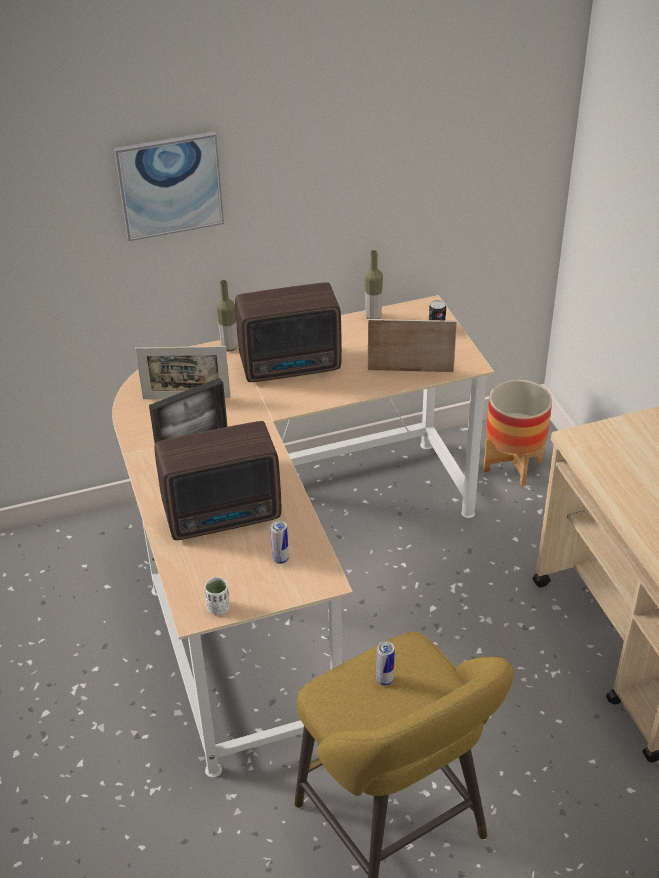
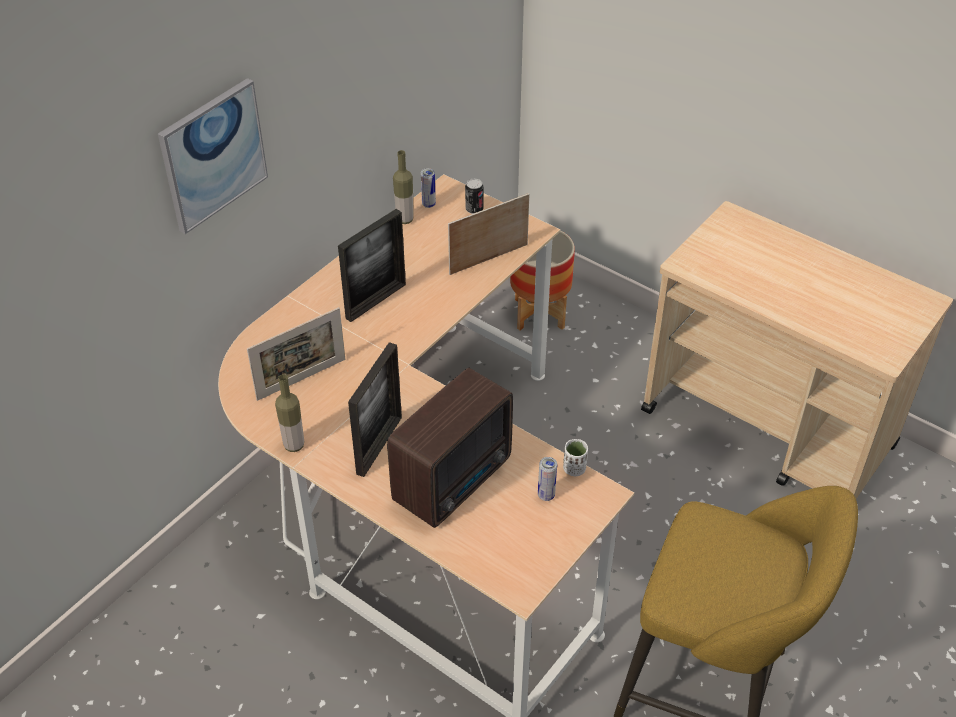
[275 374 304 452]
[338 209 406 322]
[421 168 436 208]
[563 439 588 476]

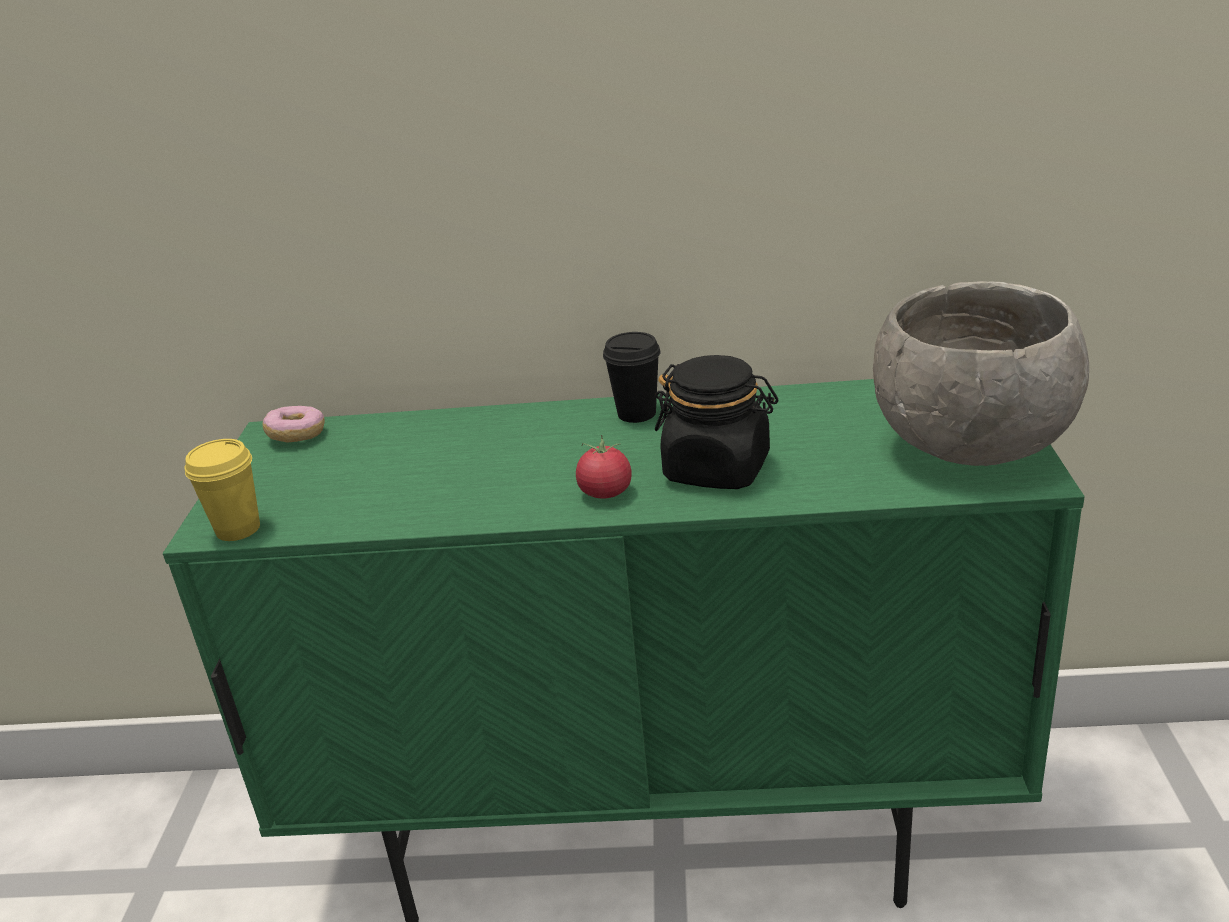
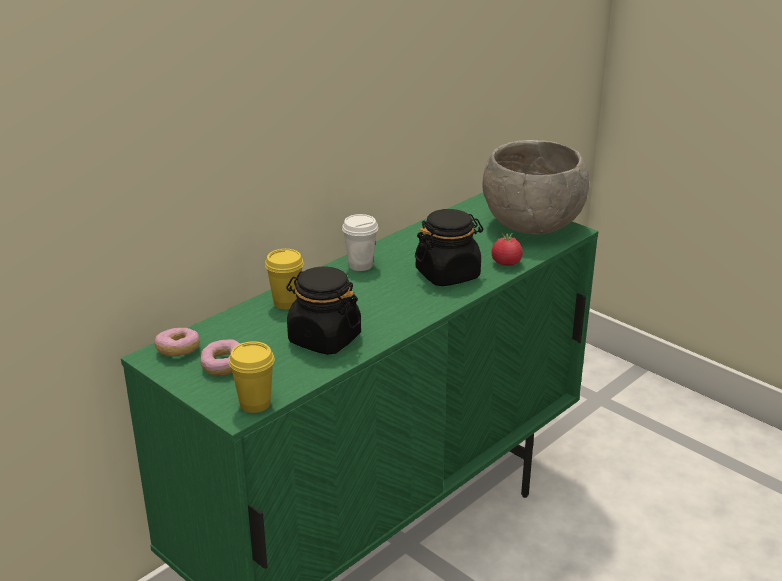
[200 339 241 376]
[265 249 304 309]
[286 266 361 355]
[342 214 378 271]
[492 232 523 266]

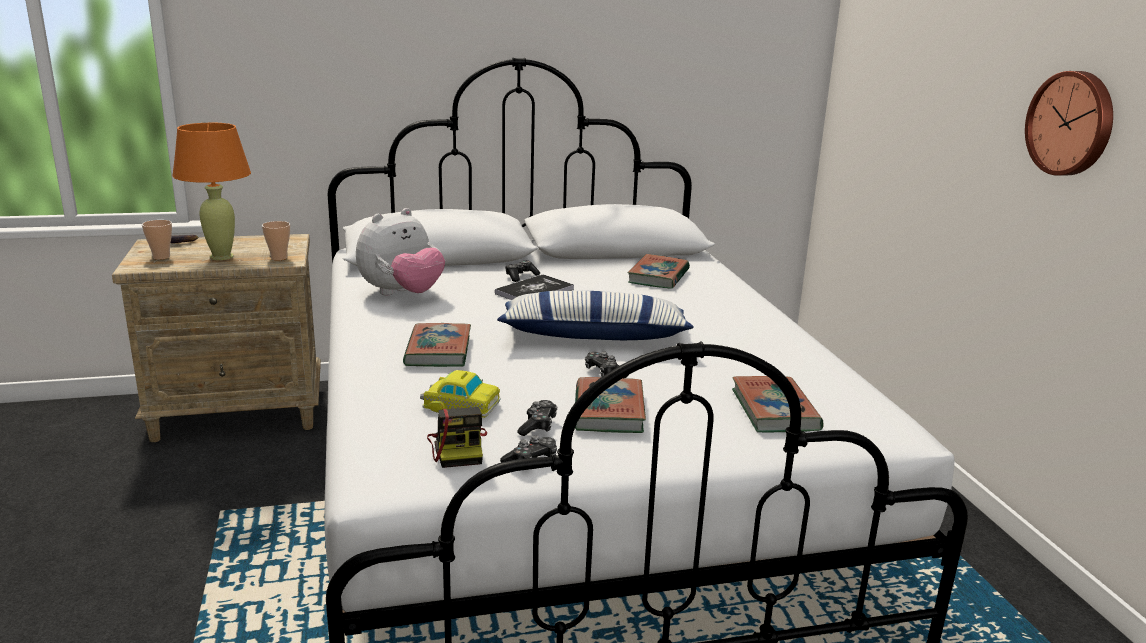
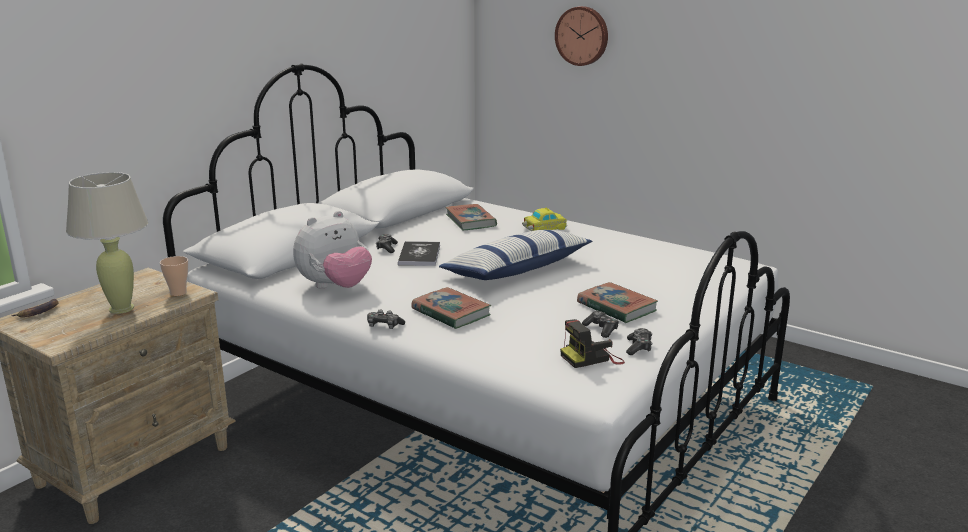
[66 172 148 314]
[293 211 372 289]
[367 310 405 329]
[522 208 567 231]
[555 6 608 66]
[560 319 625 368]
[142 220 172 260] (first image)
[732 376 824 432] (first image)

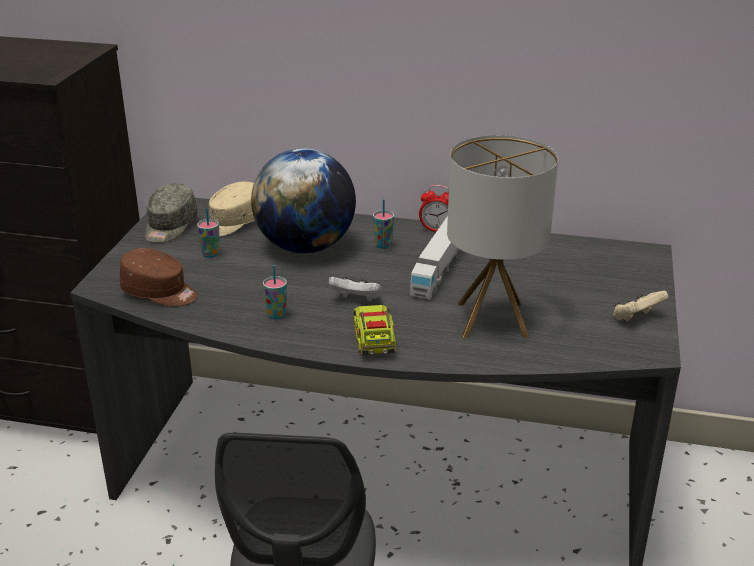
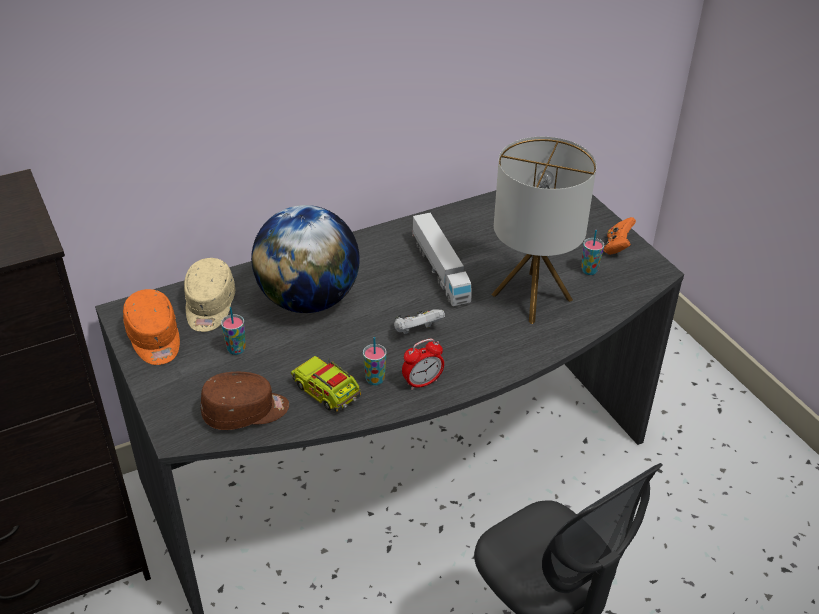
[123 289 180 365]
[291 356 361 412]
[402 339 444 390]
[581 230 604 275]
[604 217 636 255]

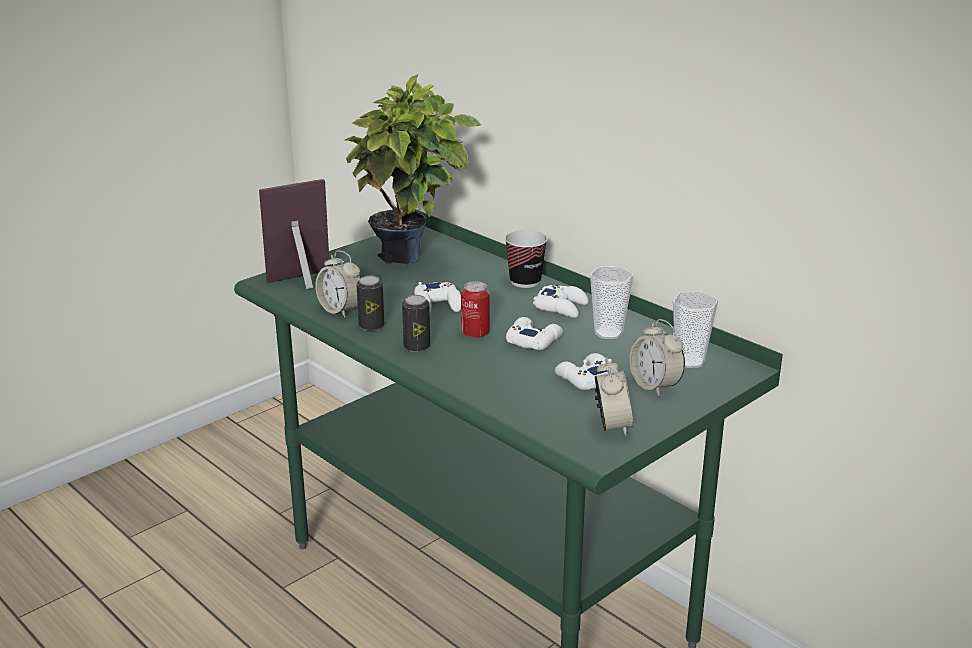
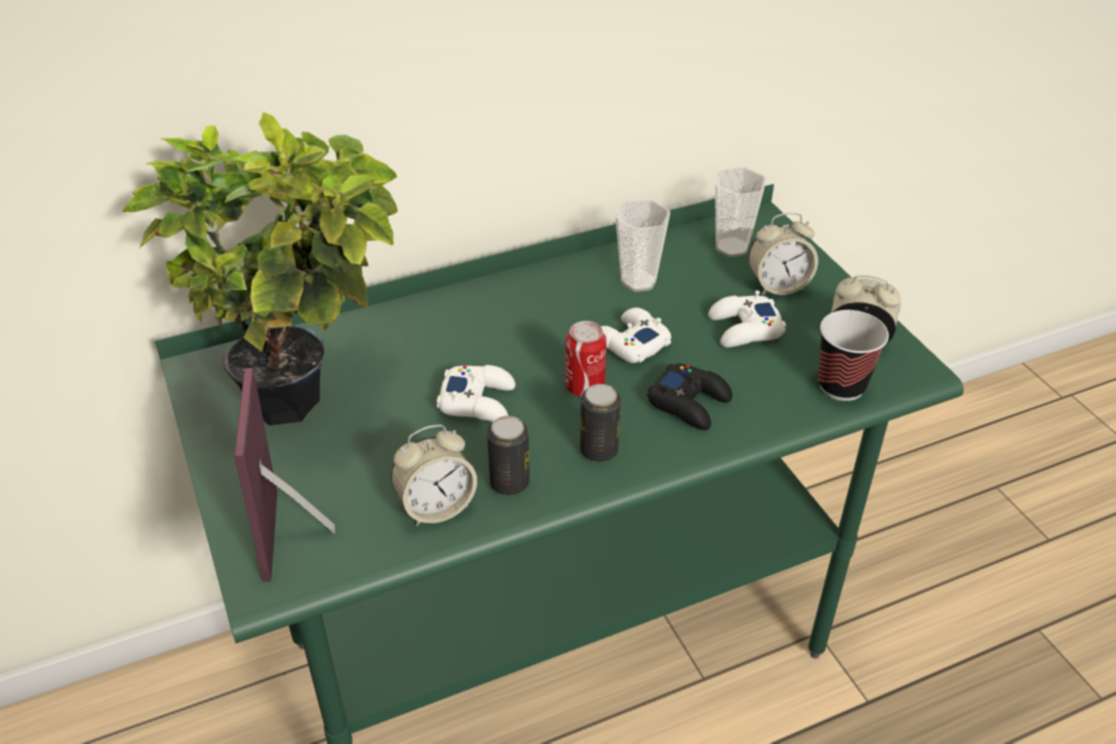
[647 363 732 430]
[818 310 889 401]
[533 285 589 318] (first image)

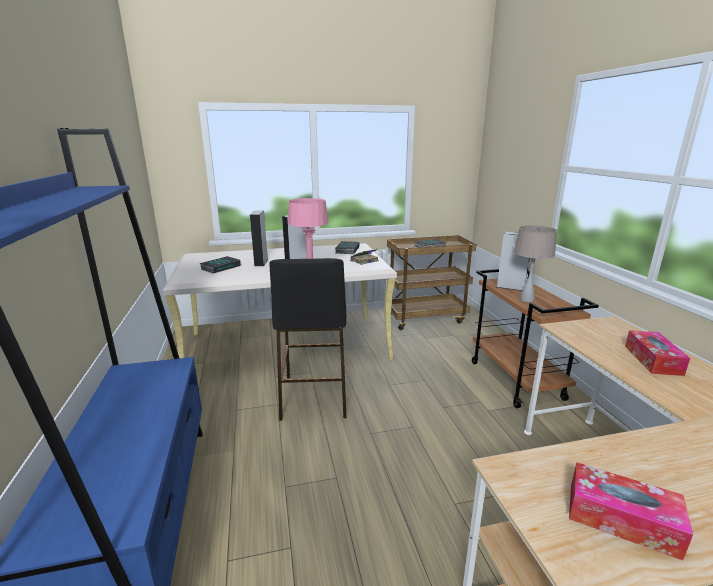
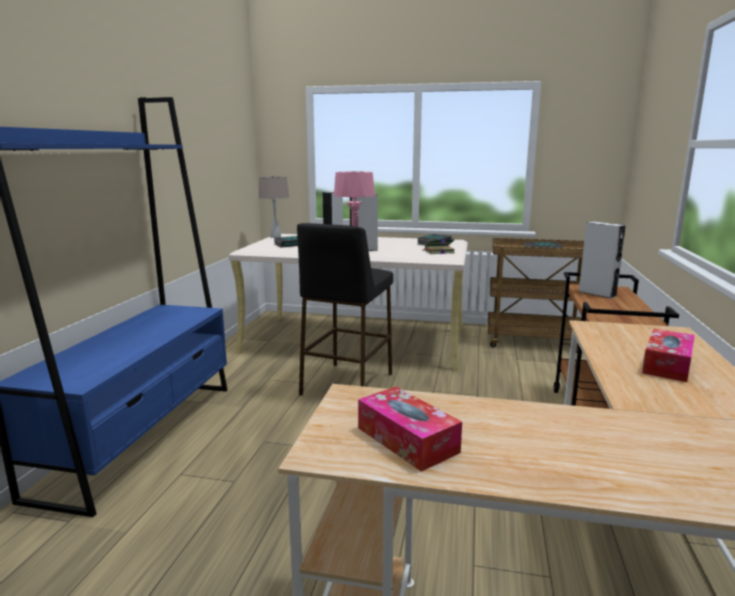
[258 175 289 238]

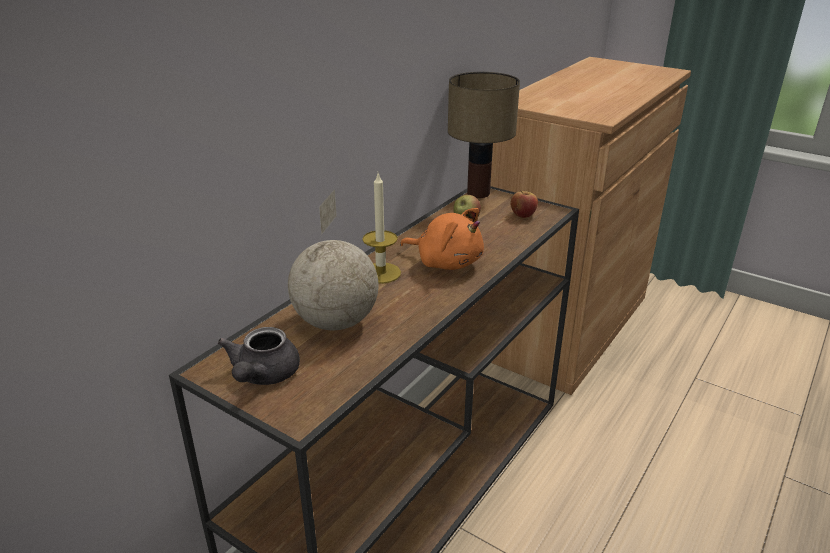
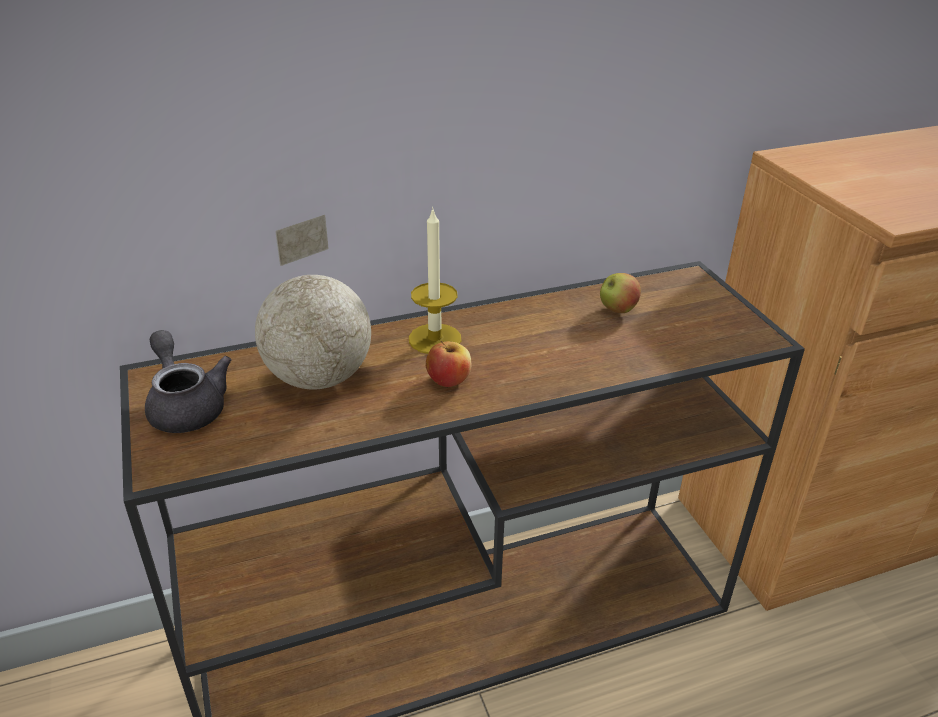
[145 330 231 433]
[426 341 472 387]
[400 208 484 270] (first image)
[448 72 520 198] (first image)

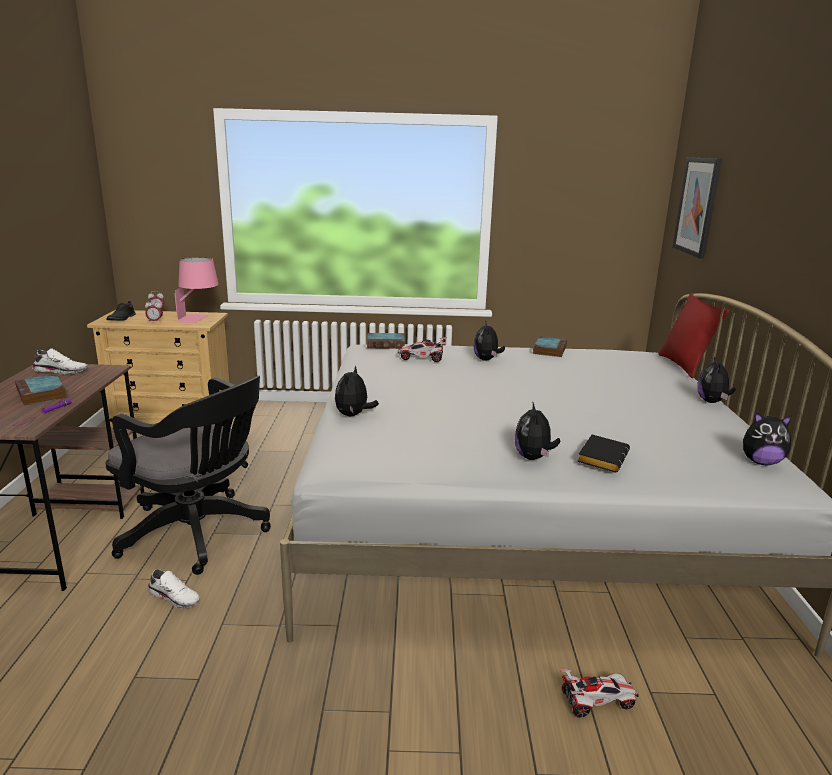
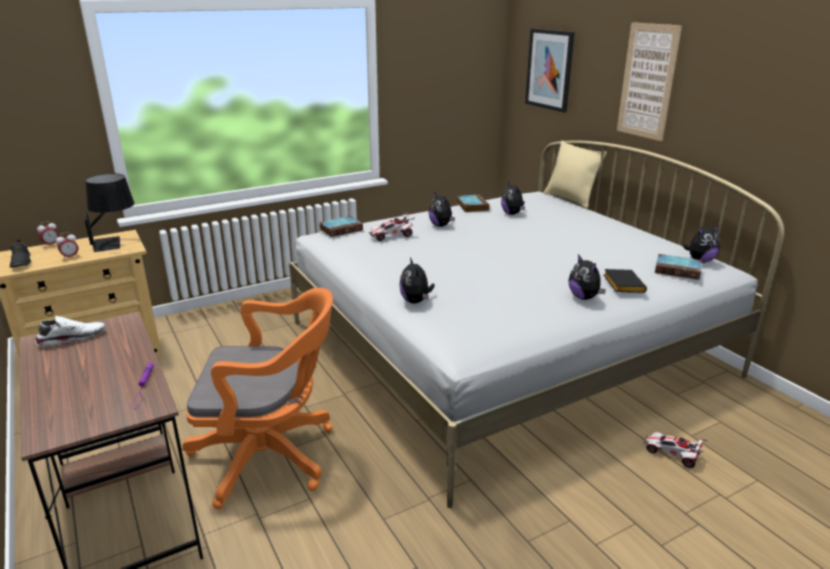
[85 173 134 252]
[182 288 333 509]
[501 181 525 215]
[544 141 607 208]
[617 22 682 141]
[643 432 708 468]
[655 254 702 280]
[148 569 200 608] (first image)

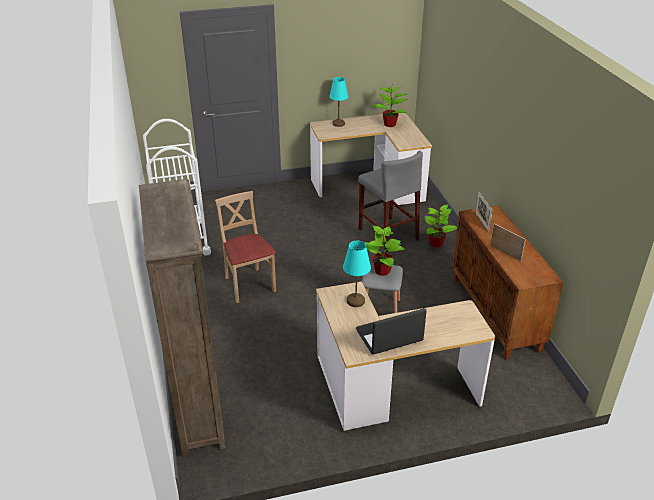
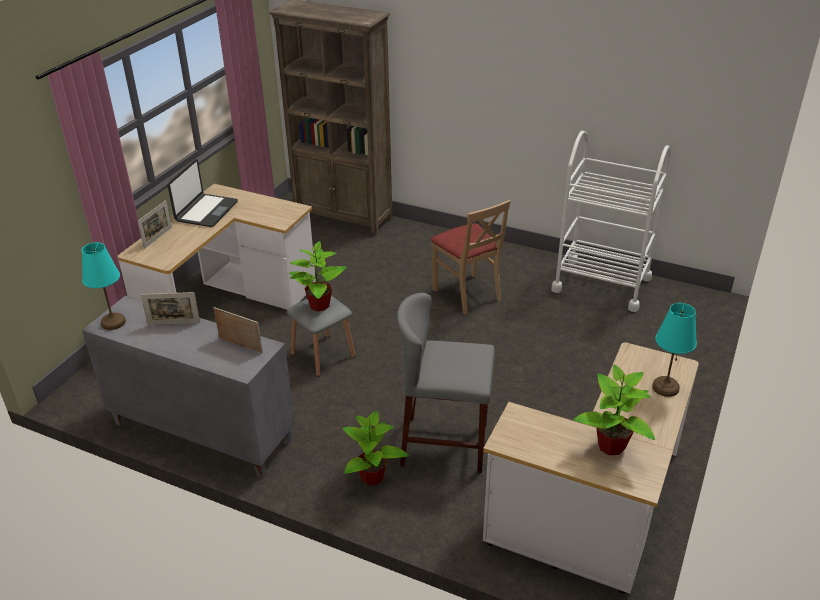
[82 242 126 330]
[82 295 295 478]
[138 200 172 249]
[431 200 511 315]

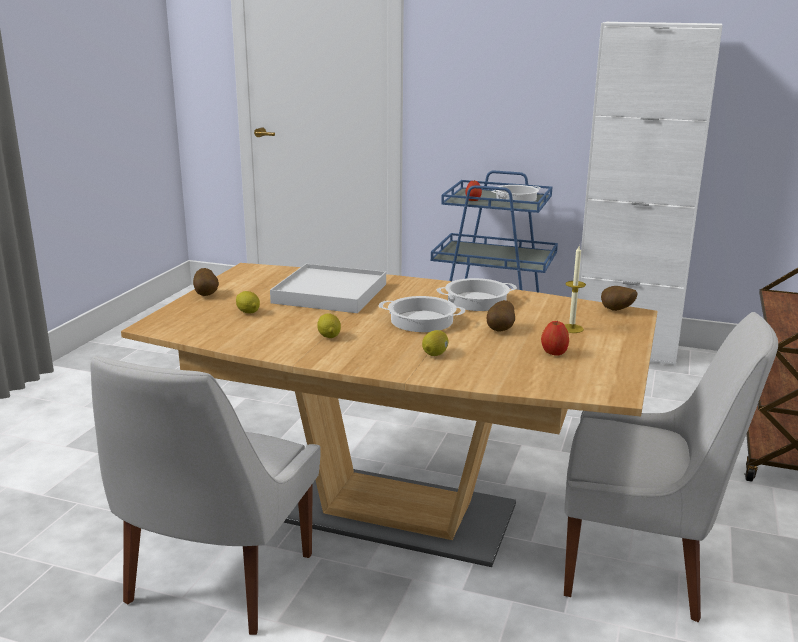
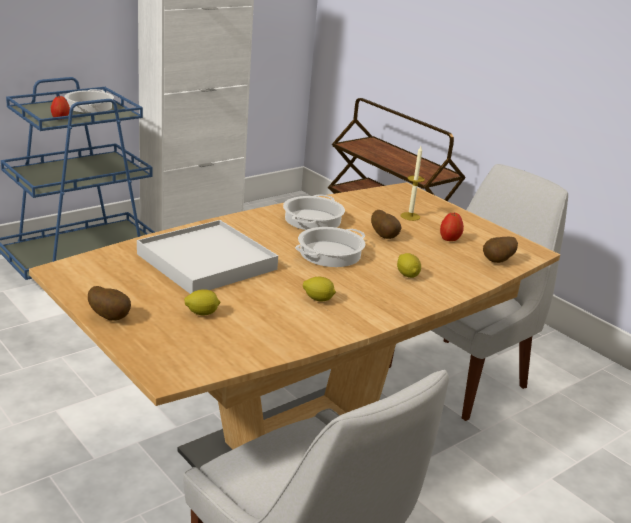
[483 237 518 263]

